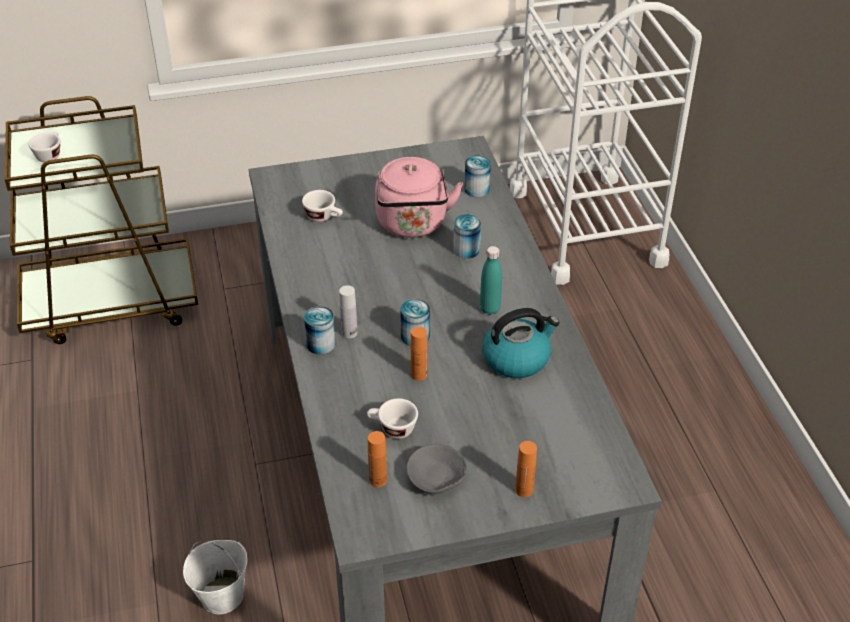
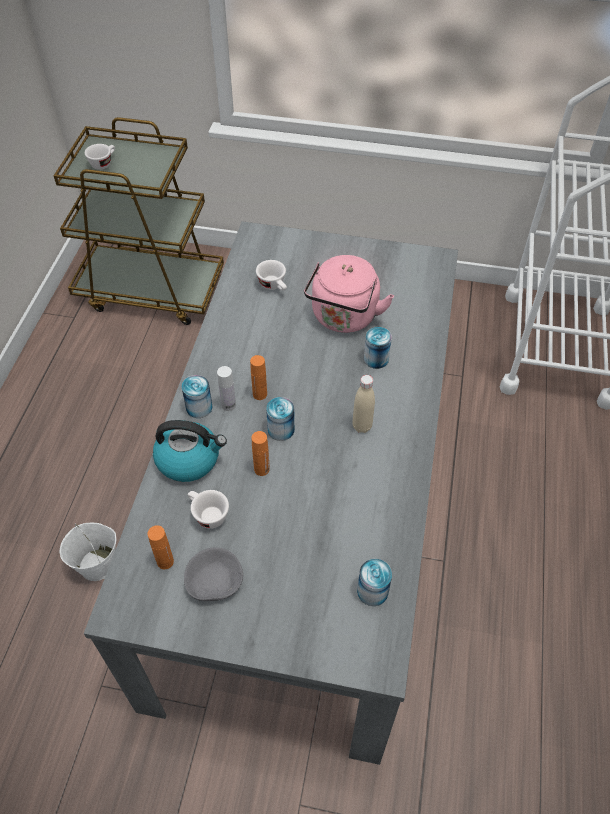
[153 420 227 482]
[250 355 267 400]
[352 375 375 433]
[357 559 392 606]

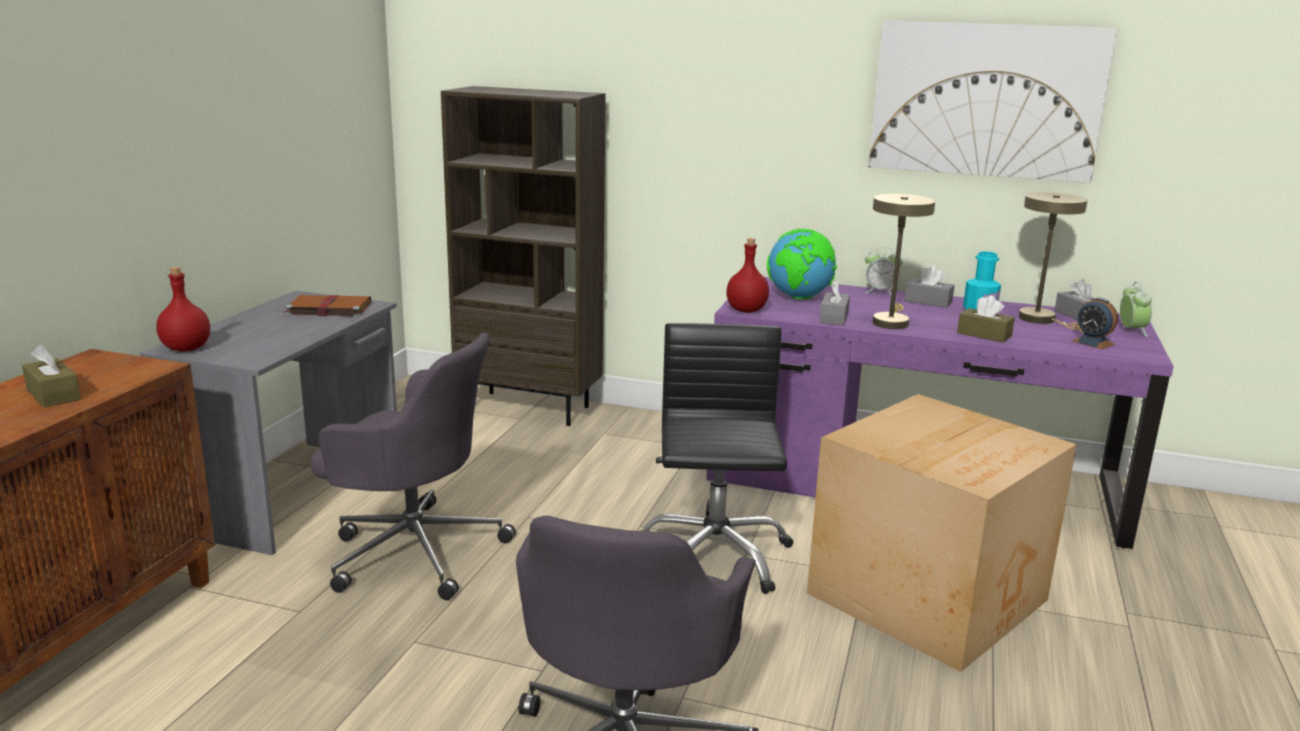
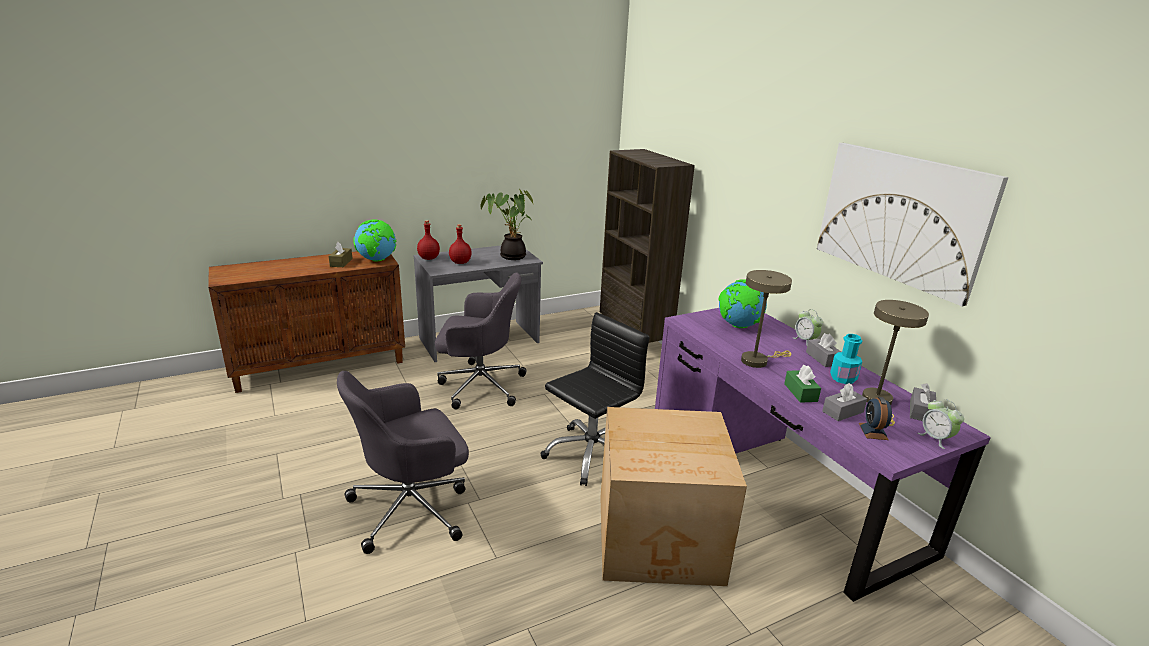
[353 219 396 262]
[435 273 527 409]
[449 224 472 264]
[480 188 533 260]
[784 365 821 403]
[822 383 867 421]
[918 400 964 449]

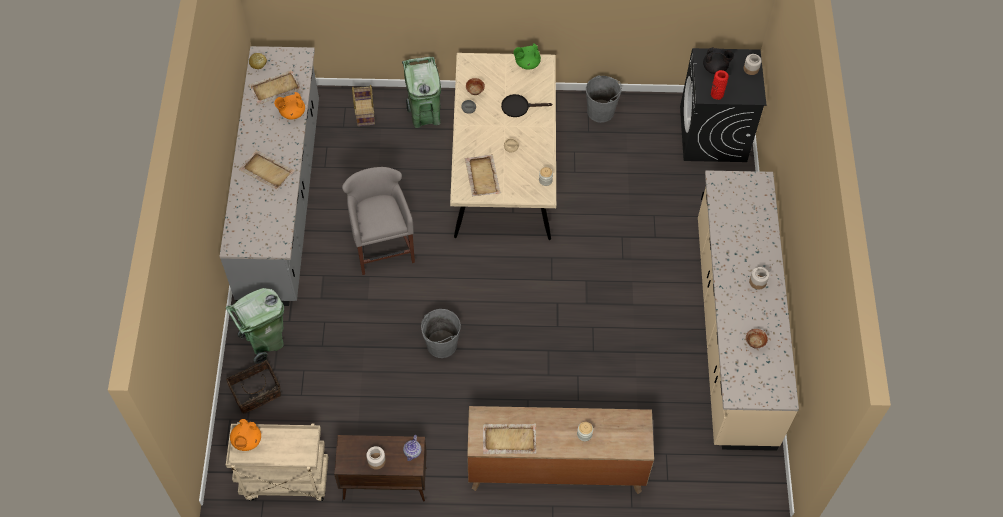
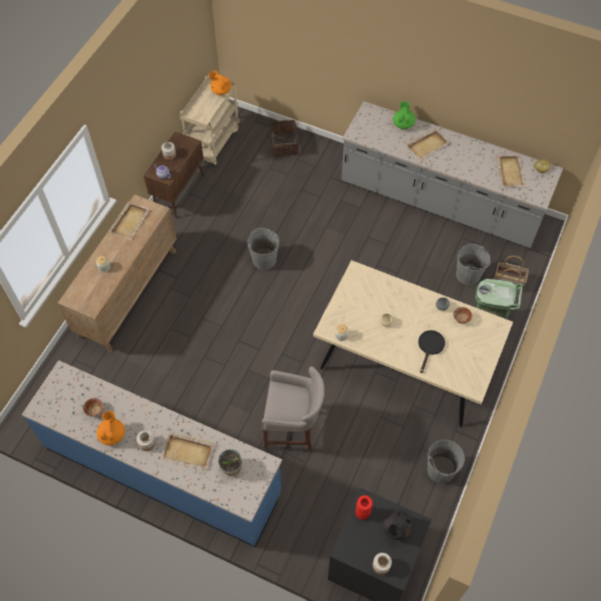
[22 360 282 548]
[97 411 125 445]
[160 432 215 470]
[218 449 242 476]
[262 366 325 452]
[393 102 416 129]
[456 244 490 285]
[226 288 284 364] (first image)

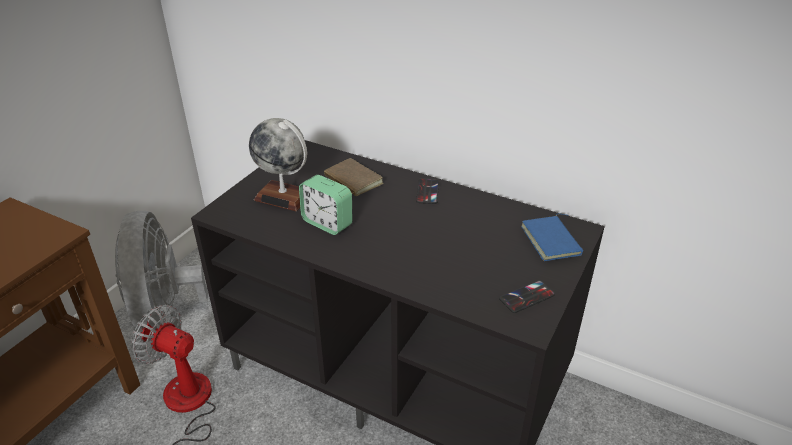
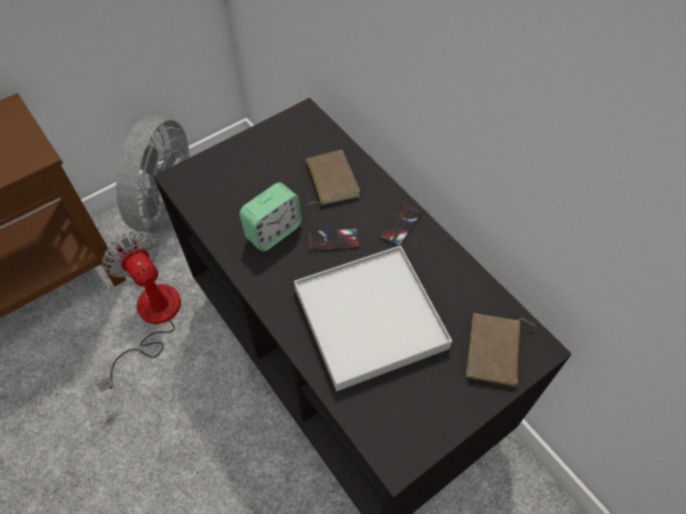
[239 182 302 252]
[294 245 452 391]
[307 228 360 252]
[466 313 536 387]
[249 118 307 211] (first image)

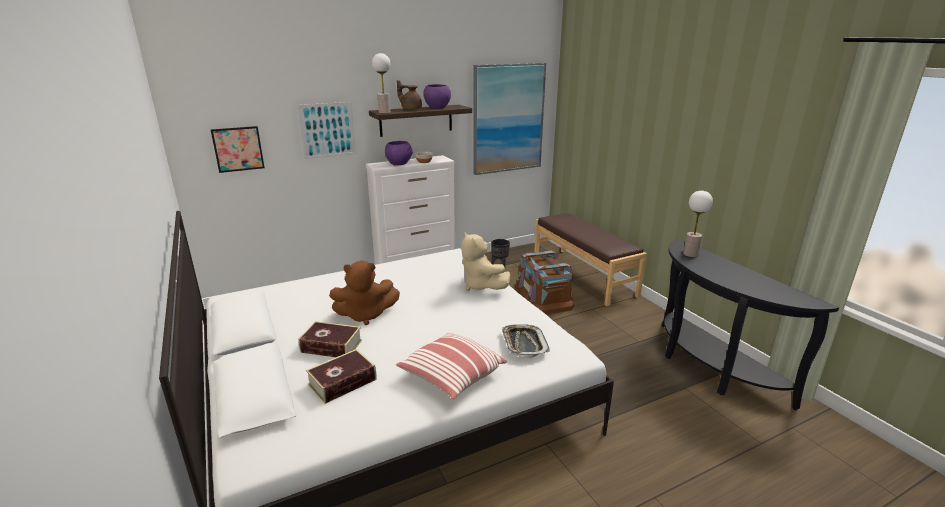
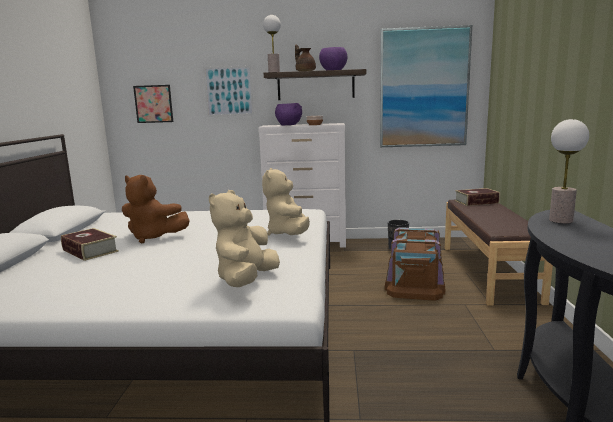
[209 190 280 287]
[455 188 500 206]
[396 333 507 400] (first image)

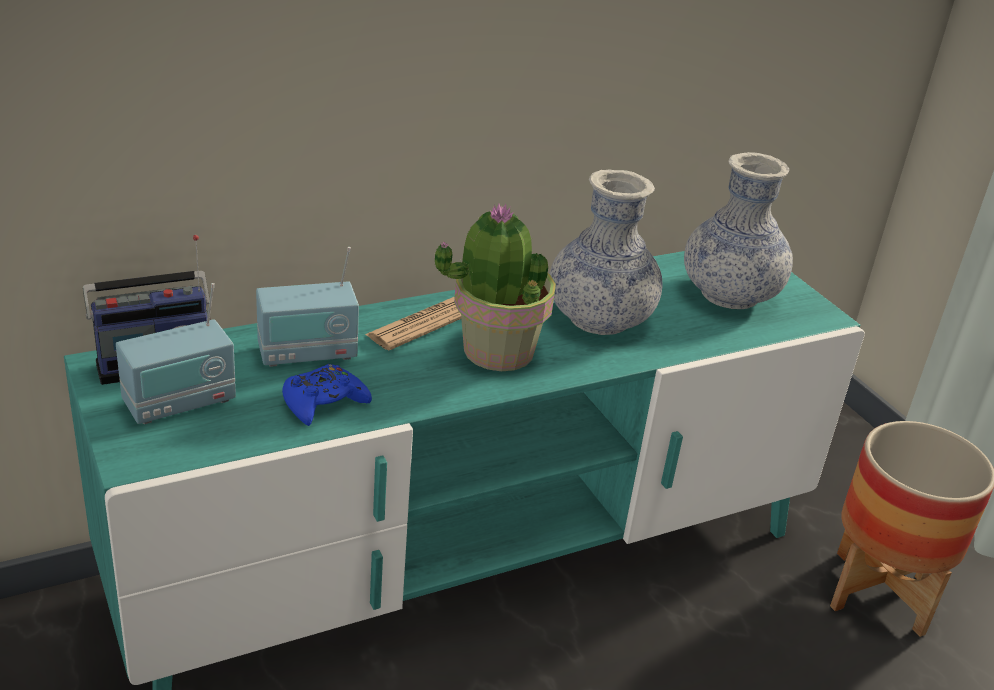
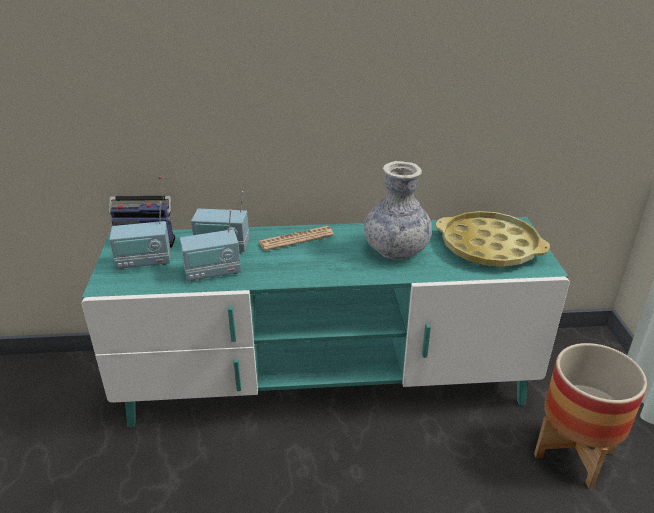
[180 209 241 282]
[436 211 550 267]
[435 203 556 371] (first image)

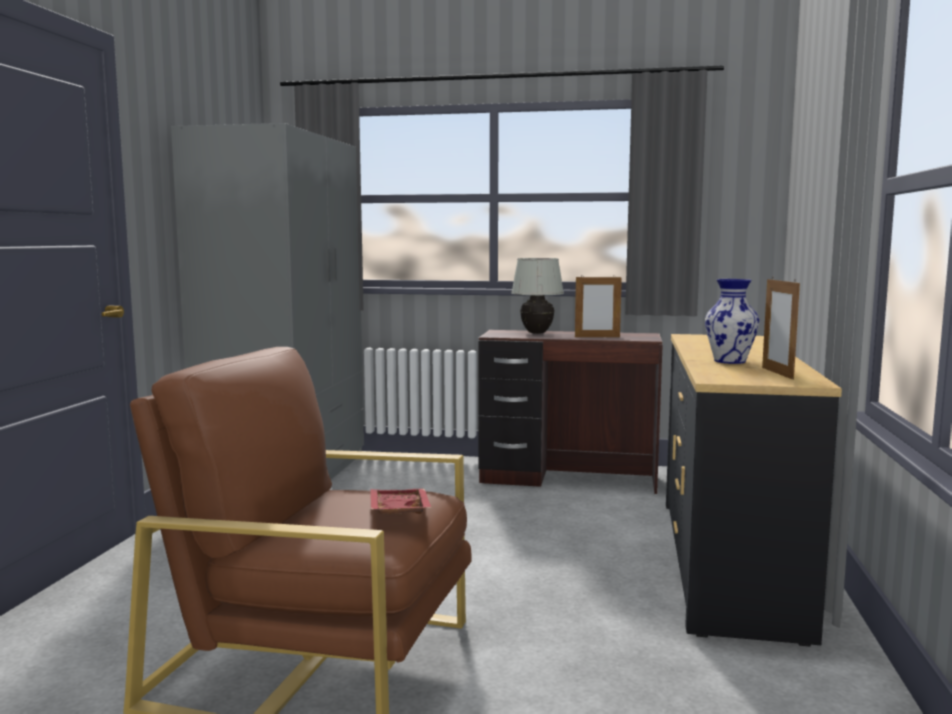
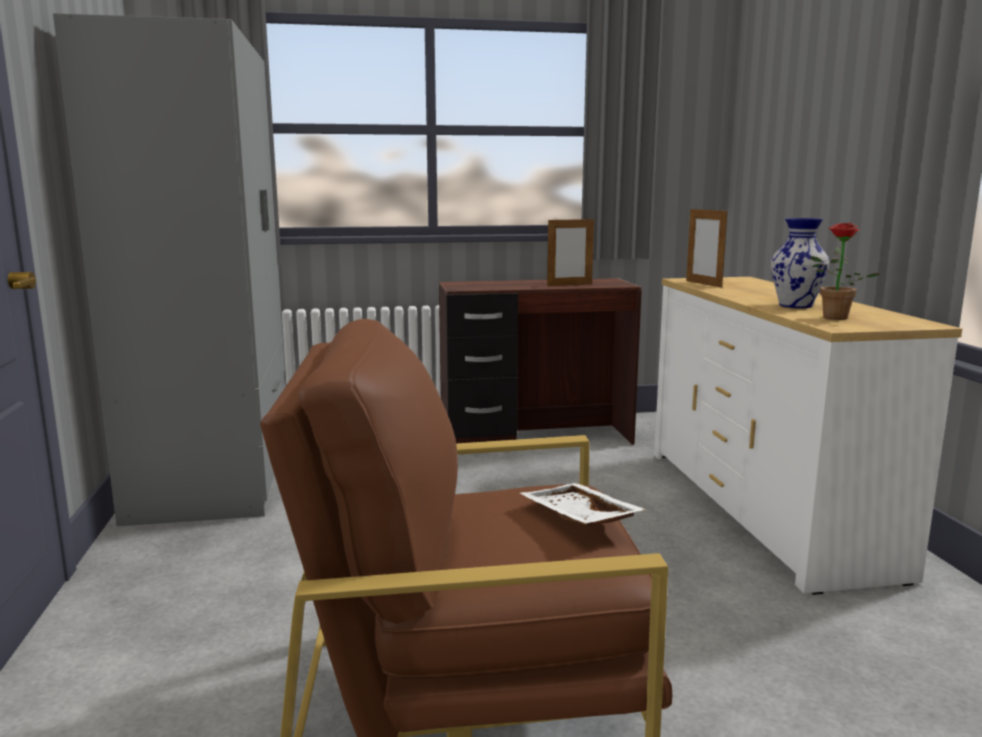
[520 483 646 526]
[654 277 962 595]
[686 208 728 288]
[811 223 879 320]
[511 258 564 334] (first image)

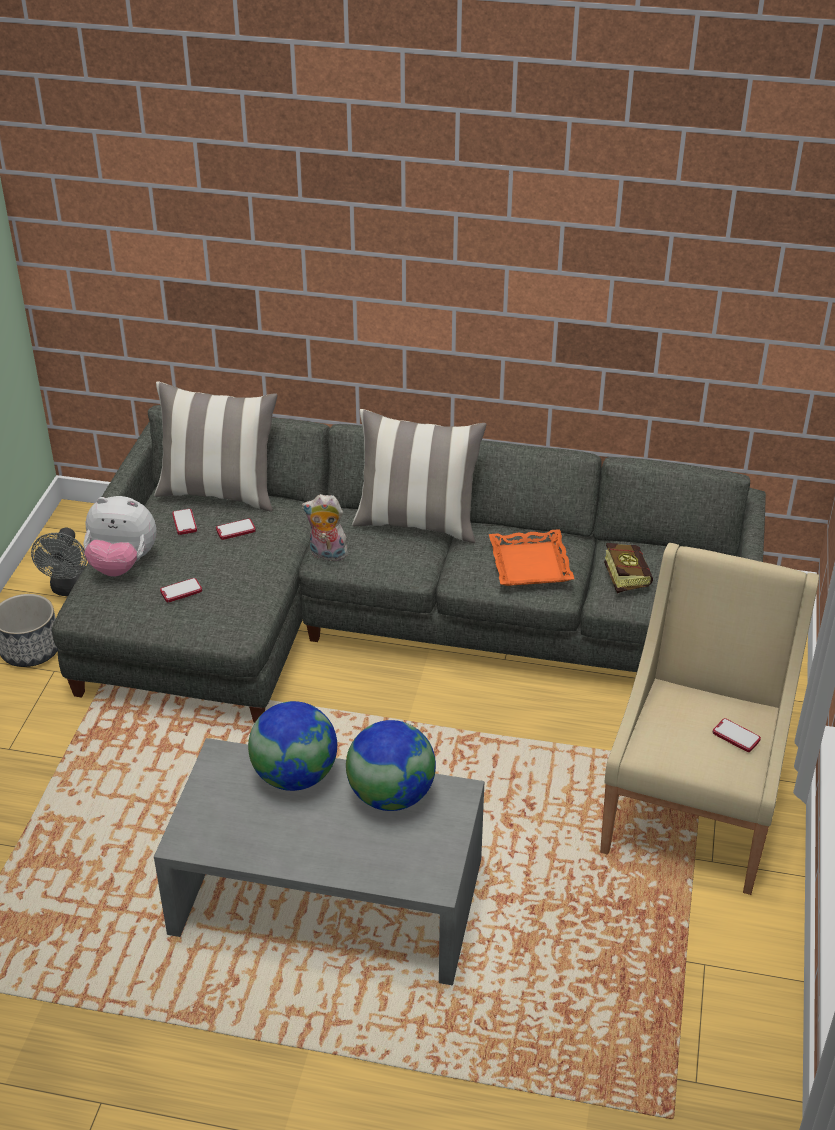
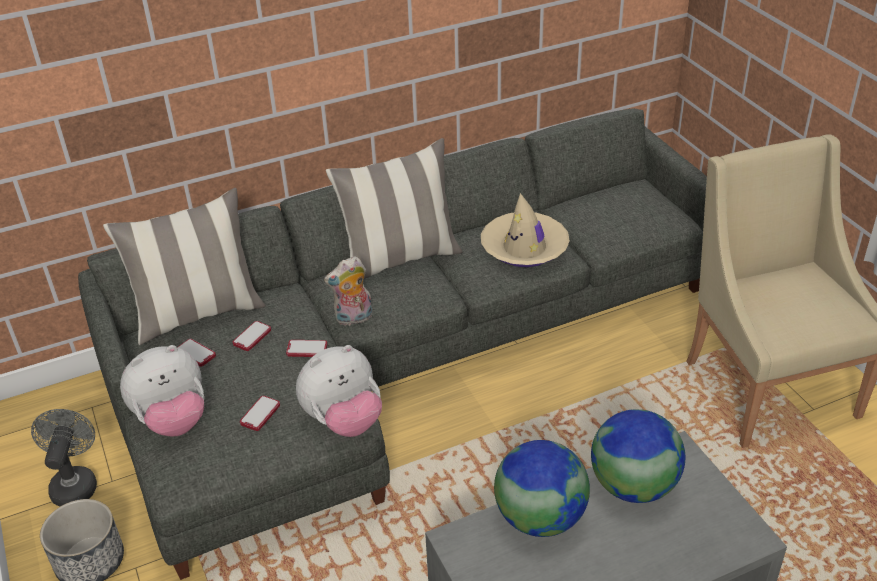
[31 409 97 506]
[286 340 327 357]
[296 345 382 437]
[481 193 570 267]
[604 543 653 593] (first image)

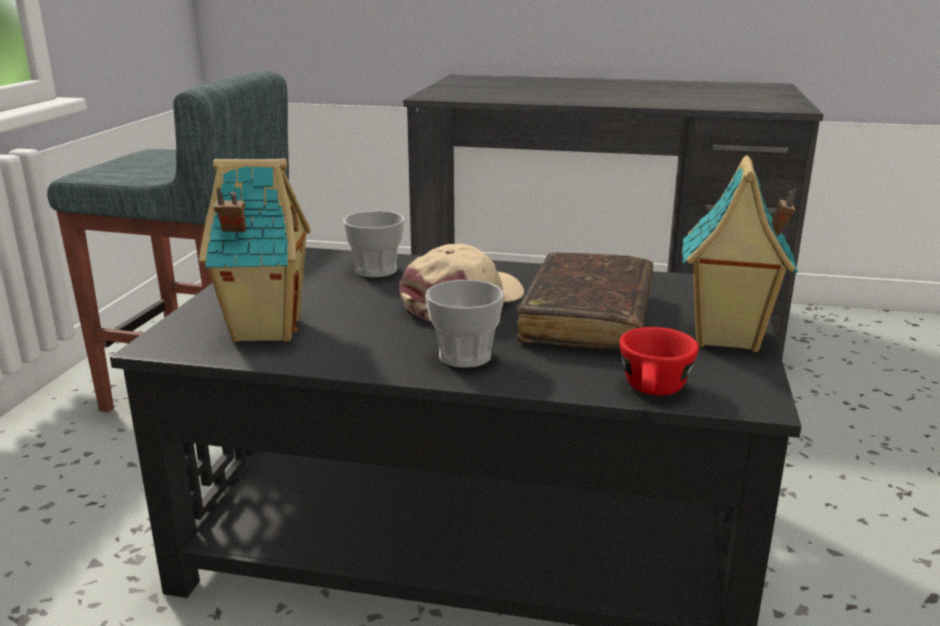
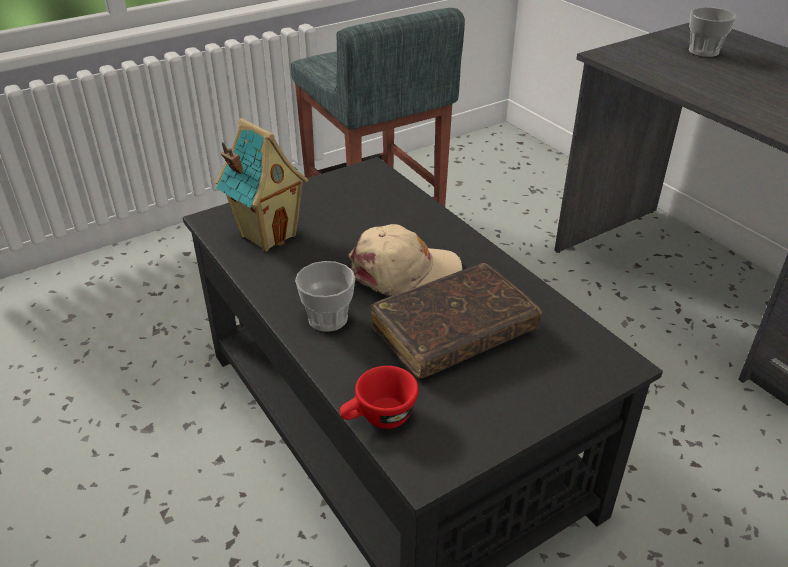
[689 7 736 57]
[682 155 798 352] (first image)

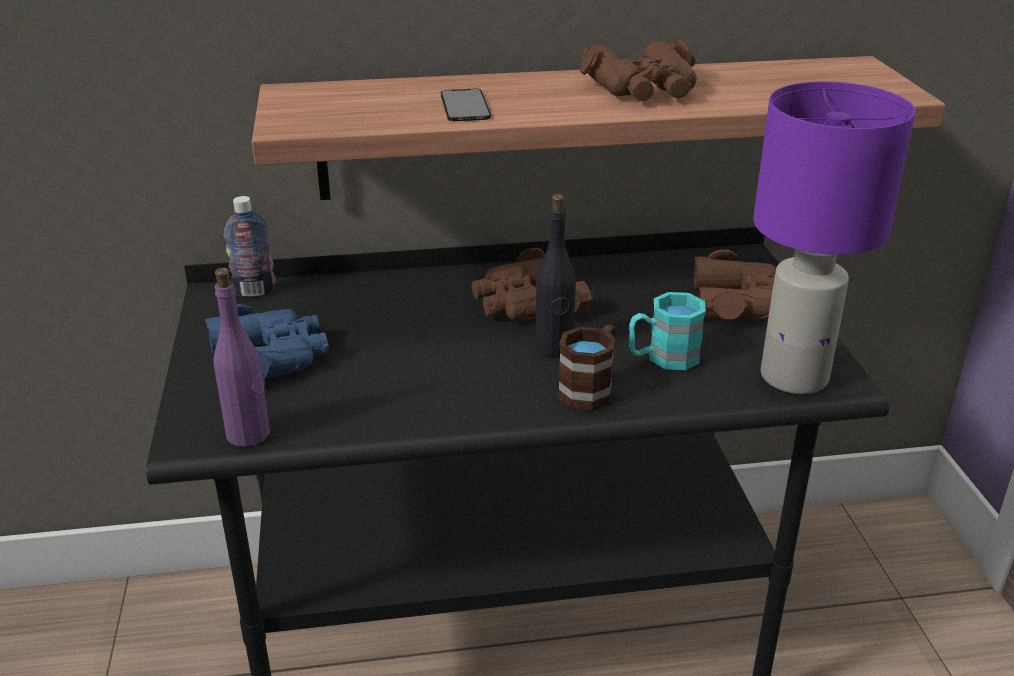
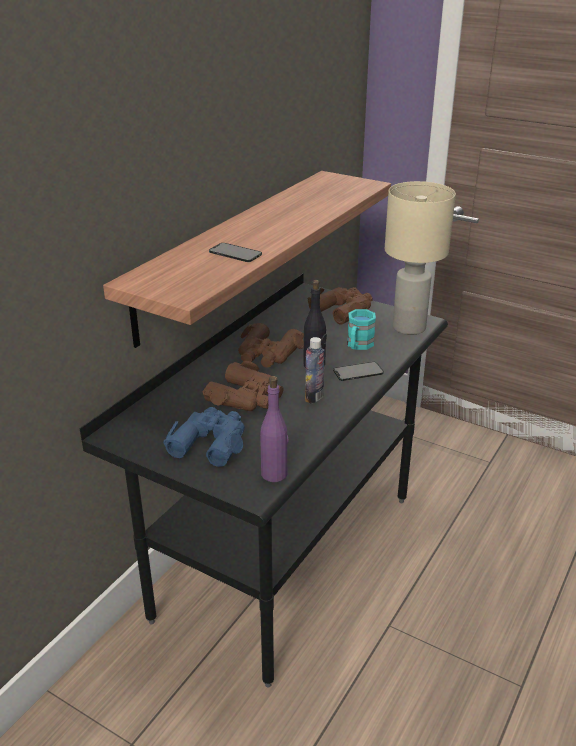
[203 361 284 411]
[305 337 325 404]
[333 362 384 381]
[385 181 456 335]

